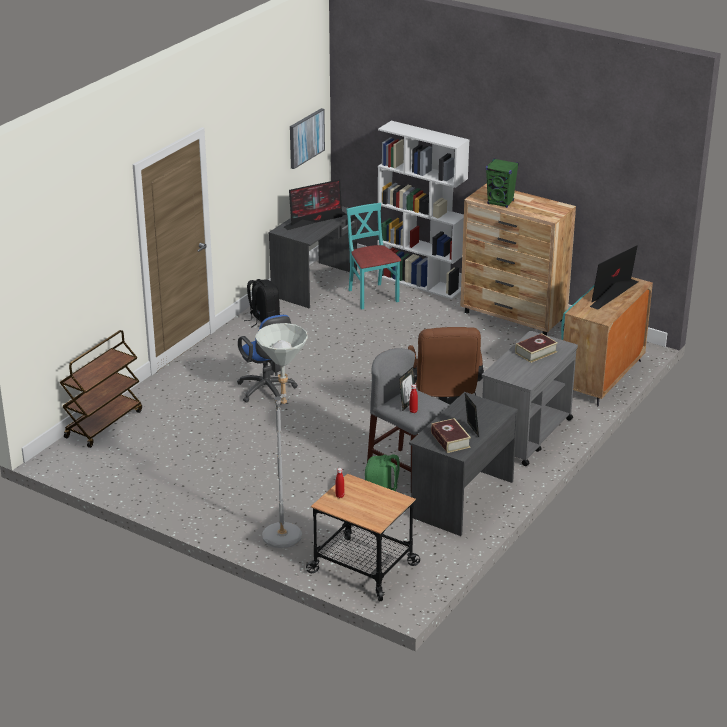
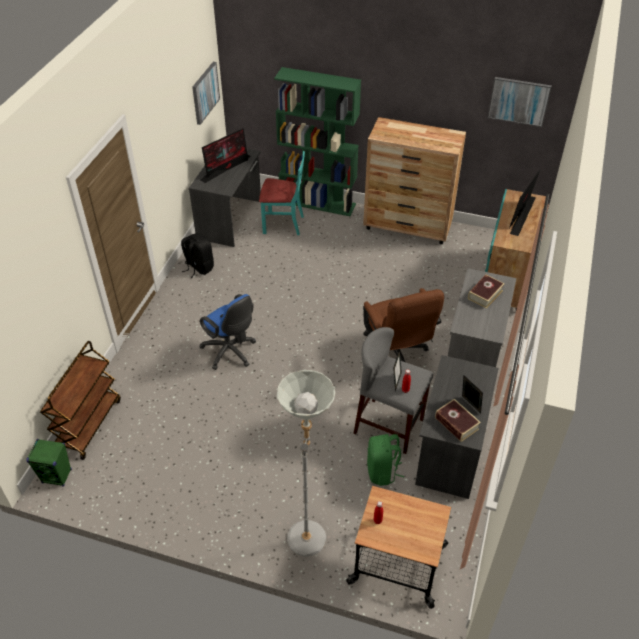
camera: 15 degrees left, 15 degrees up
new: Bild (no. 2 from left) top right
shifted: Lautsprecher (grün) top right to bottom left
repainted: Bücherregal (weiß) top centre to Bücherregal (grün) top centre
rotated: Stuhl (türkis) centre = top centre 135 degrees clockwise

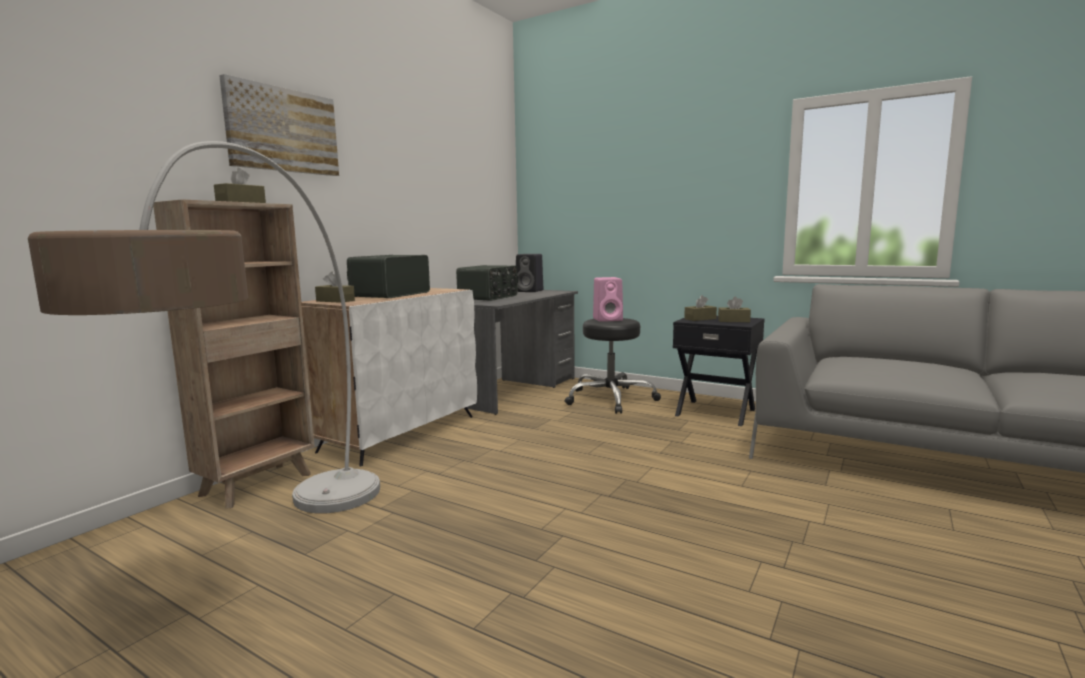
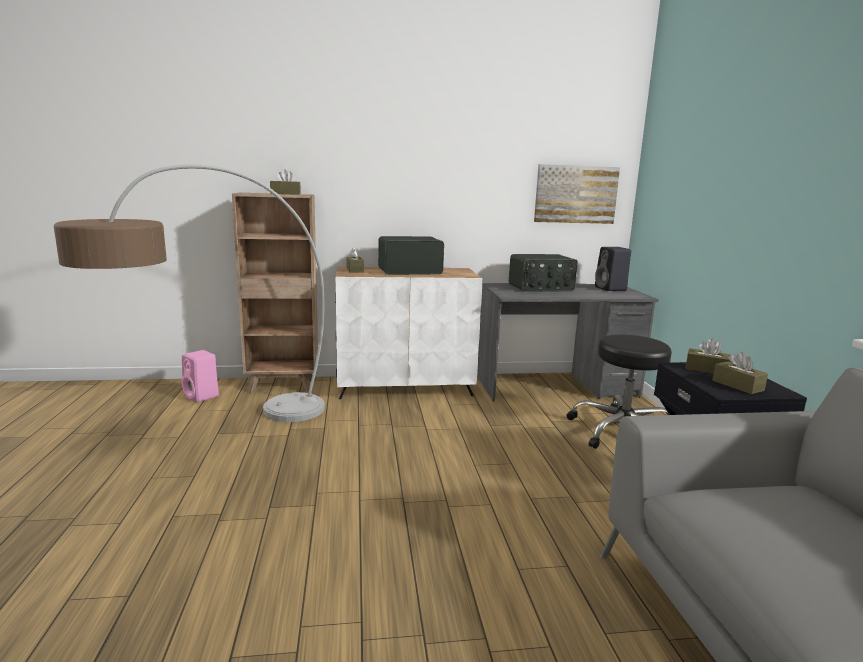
camera: 50 degrees right, 5 degrees up
shifted: Bild top left to top right; Lautsprecher (rosa) centre to middle left

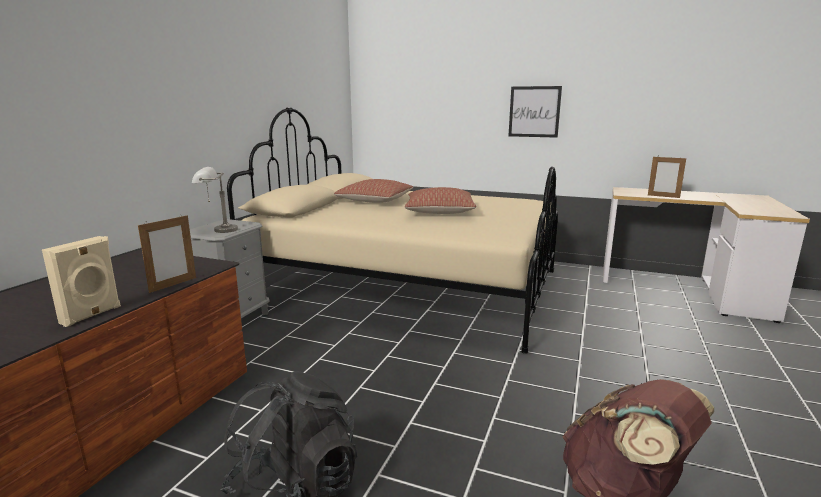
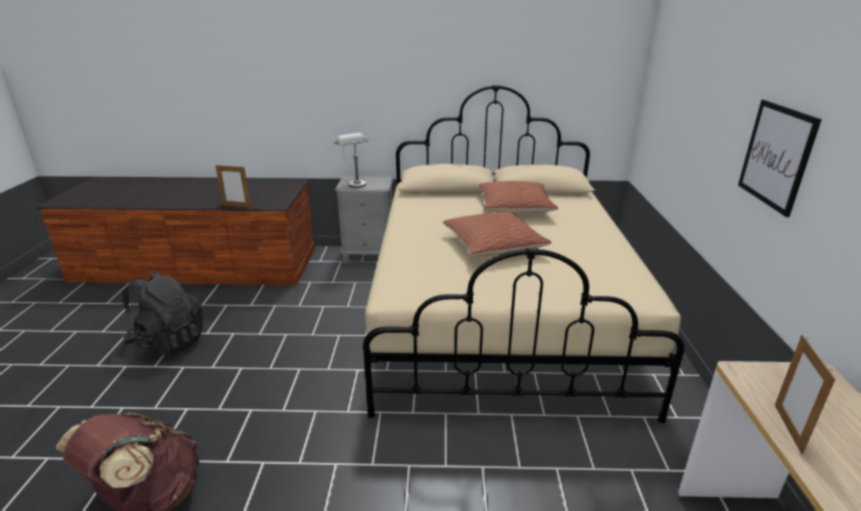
camera: 70 degrees right, 10 degrees up
gone: Lautsprecher (beige) middle left

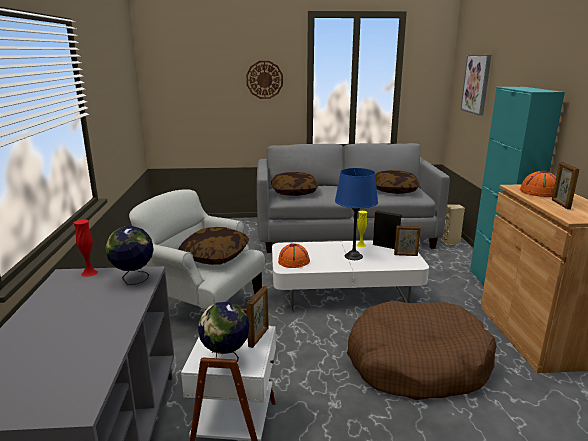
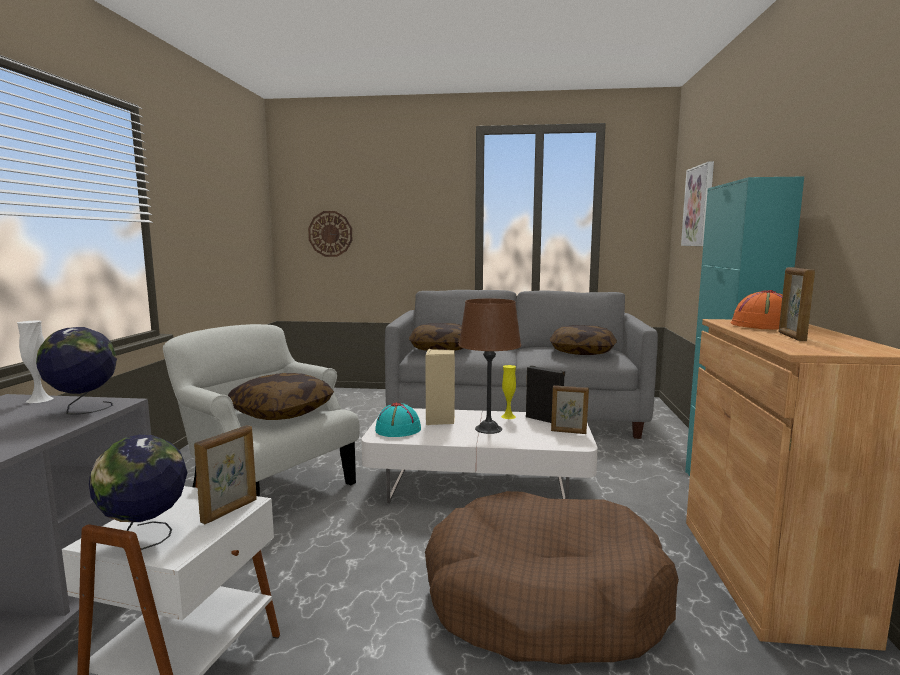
camera: 10 degrees right, 10 degrees down
shifted: Wanduhr top centre to centre; Lautsprecher (beige) middle right to centre
repainted: Tischlampe (blau) centre to Tischlampe (braun) centre; Vase (rot) middle left to Vase (weiß) middle left; Hut (orange) (no. 1 from left) centre to Hut (türkis) centre

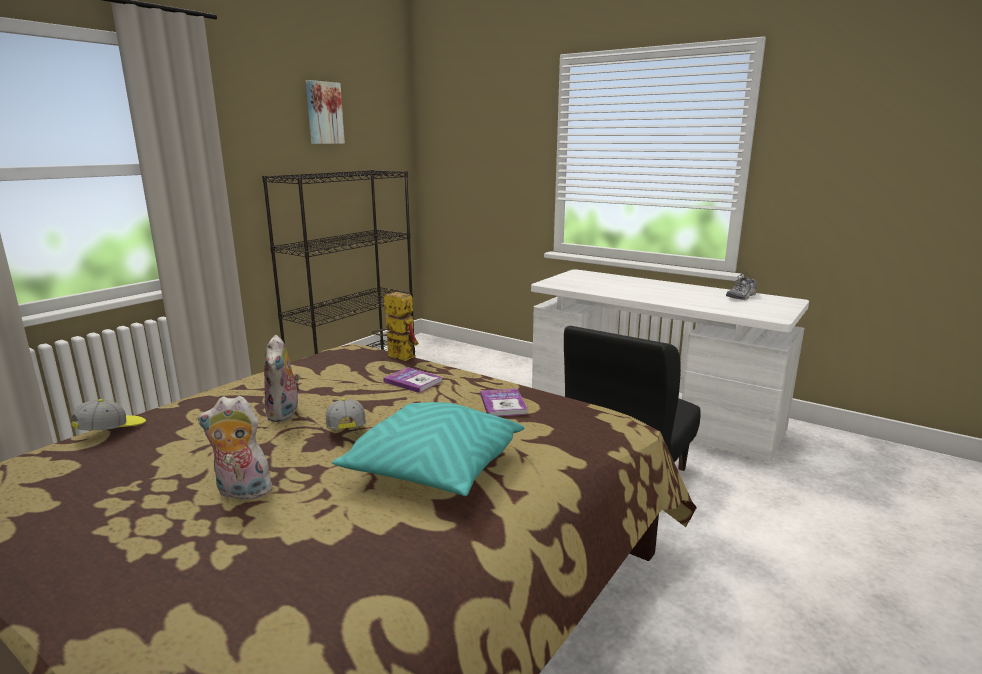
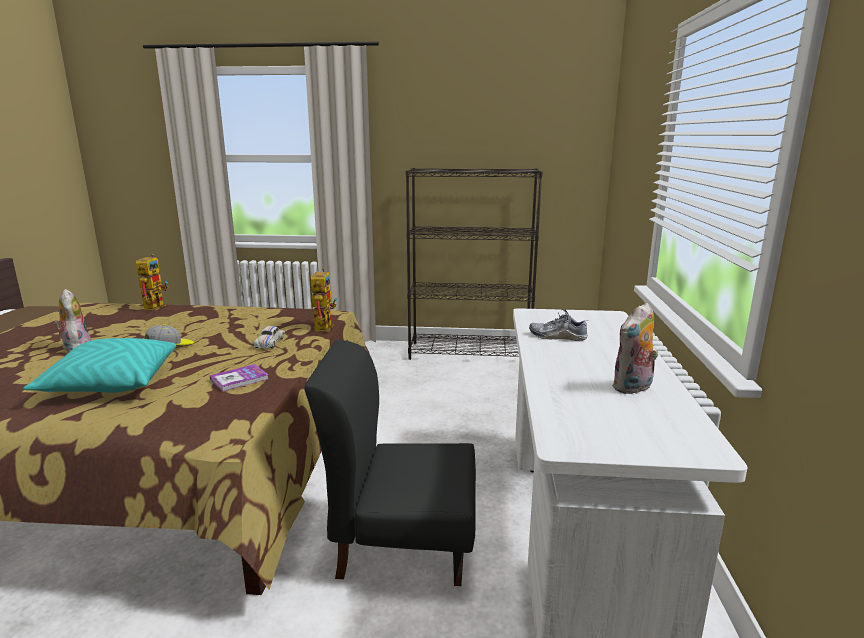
camera: 60 degrees right, 0 degrees up
gone: Bild top left
shifted: Schuh middle right to centre; Plüschtier (no. 2 from left) middle left to middle right
swapped: Buch (no. 1 from left) centre to Spielzeugauto (weiß) middle left; Kappe (no. 1 from left) middle left to Spielzeugroboter (no. 1 from left) middle left

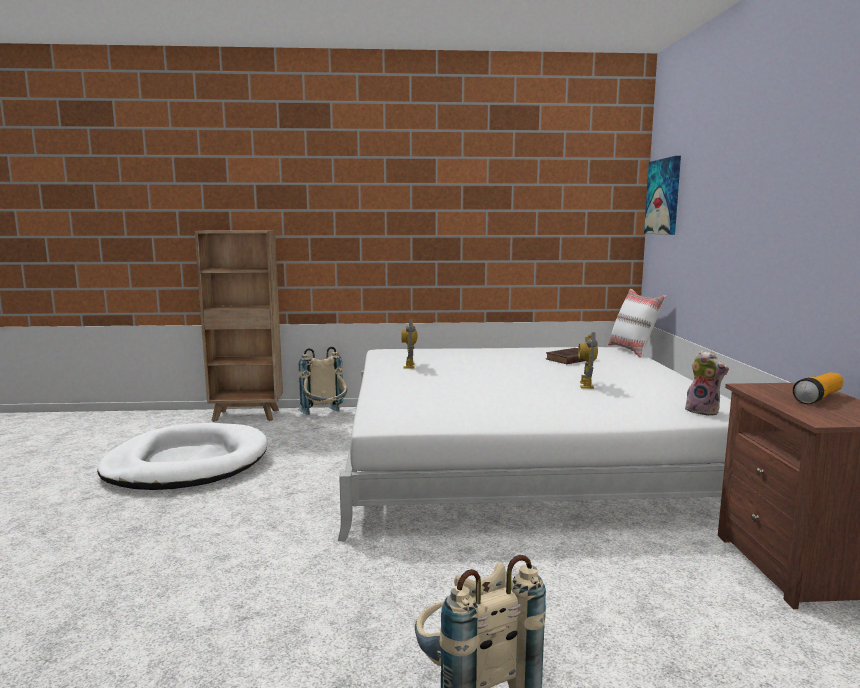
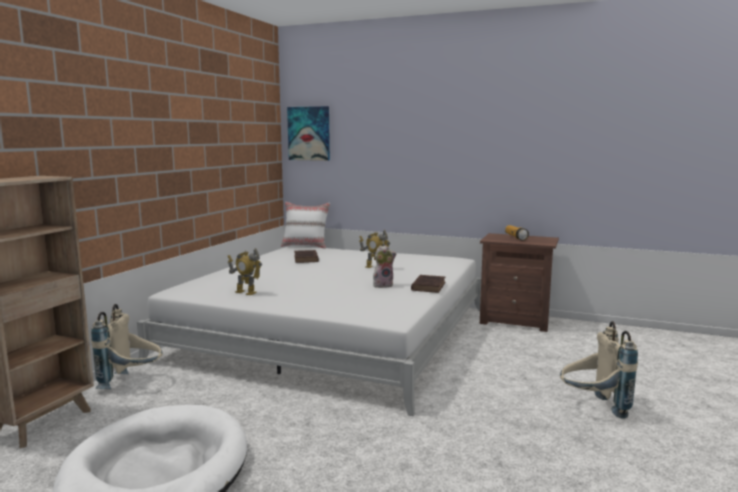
camera: 65 degrees left, 0 degrees up
new: Buch (braun) (no. 2 from left) centre
shifted: Plüschtier middle right to centre

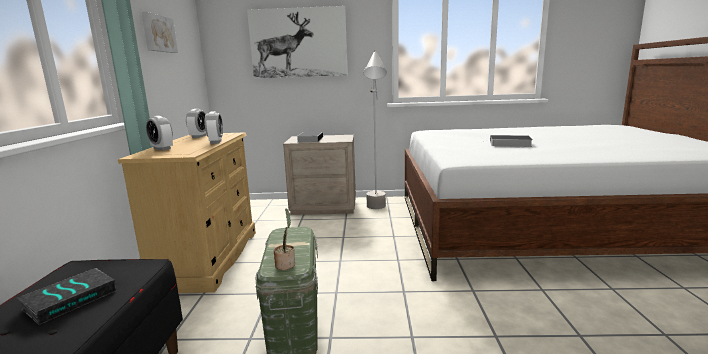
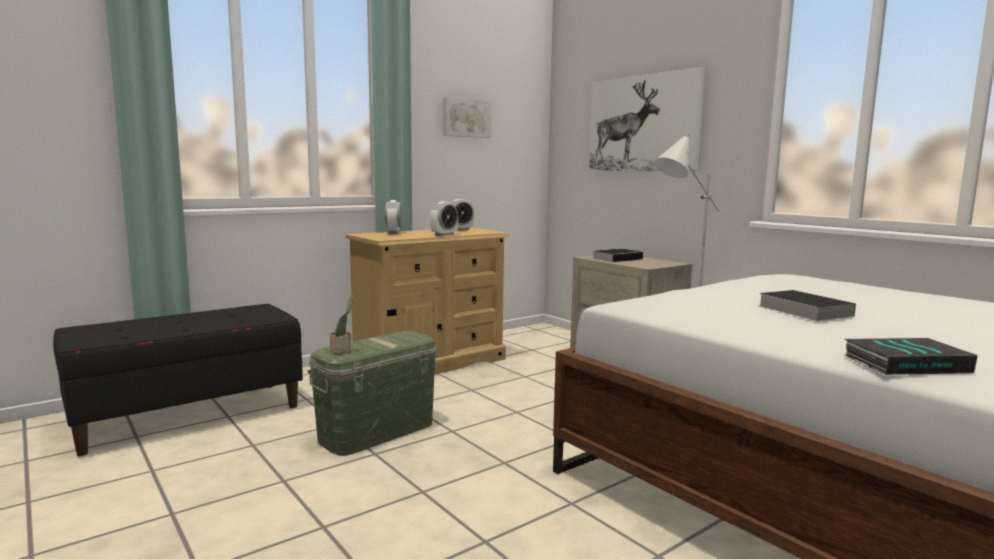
camera: 50 degrees right, 5 degrees down
shifted: Buch (no. 1 from left in the first image) bottom left to Buch (no. 3 from left) middle right

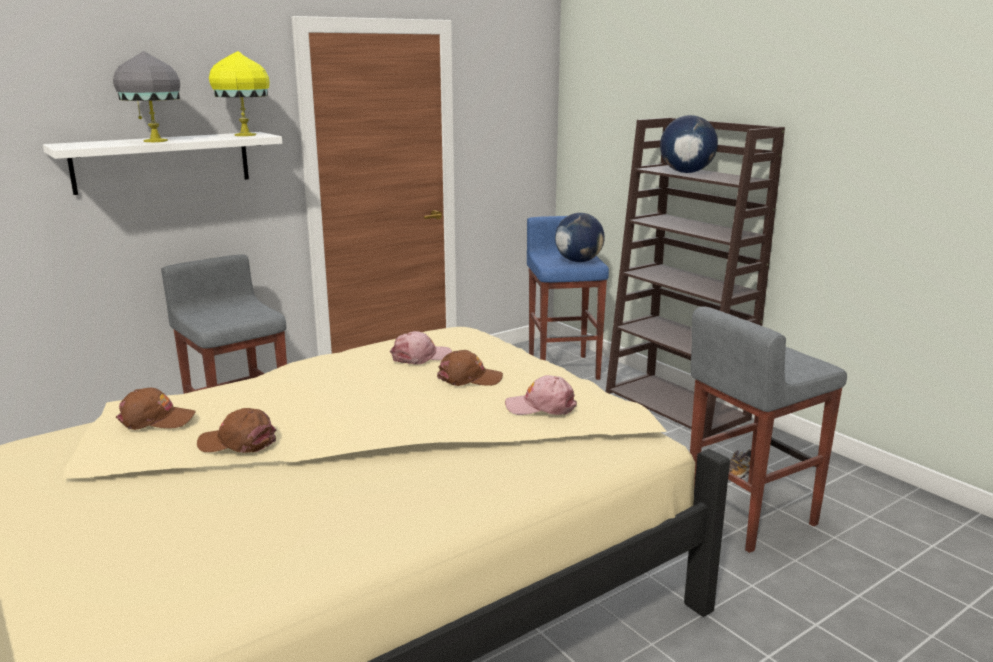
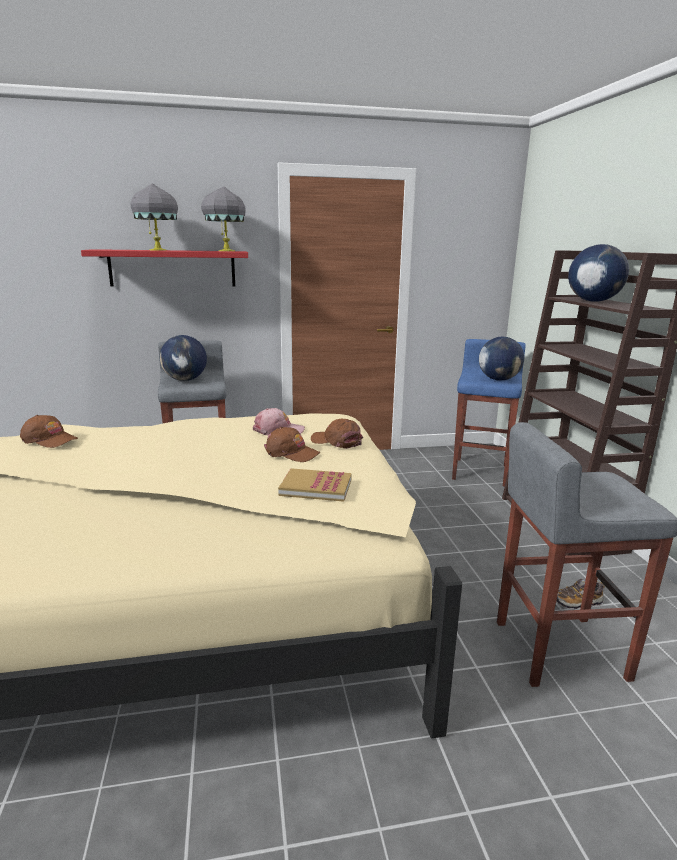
camera: 25 degrees right, 0 degrees up
new: Globus (no. 1 from left) middle left
shifted: Kappe (braun) (no. 2 from left in the first image) middle left to Kappe (braun) (no. 3 from left) centre
swapped: Kappe (rosa) (no. 2 from left) centre to Buch centre
repainted: Tischlampe (gelb) top left to Tischlampe (grau) (no. 2 from left) top left; Wandregal (weiß) top left to Wandregal (rot) top left

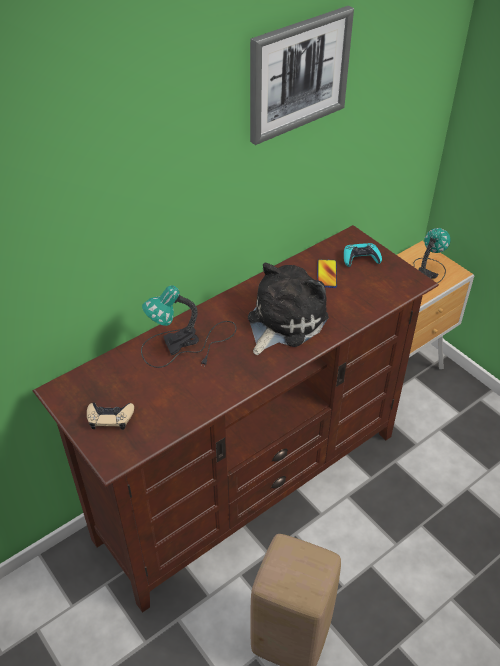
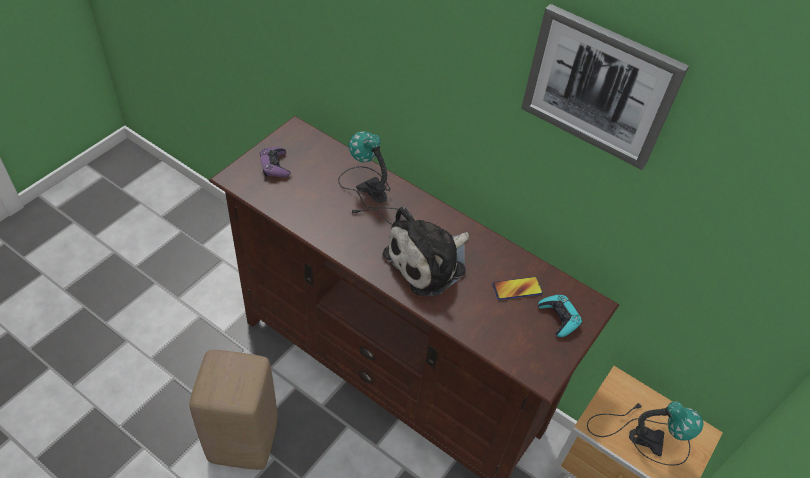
camera: 70 degrees right, 5 degrees up
repainted: Gamepad (beige) middle left to Gamepad (lila) centre
rotated: Plüschtier centre = centre 120 degrees clockwise

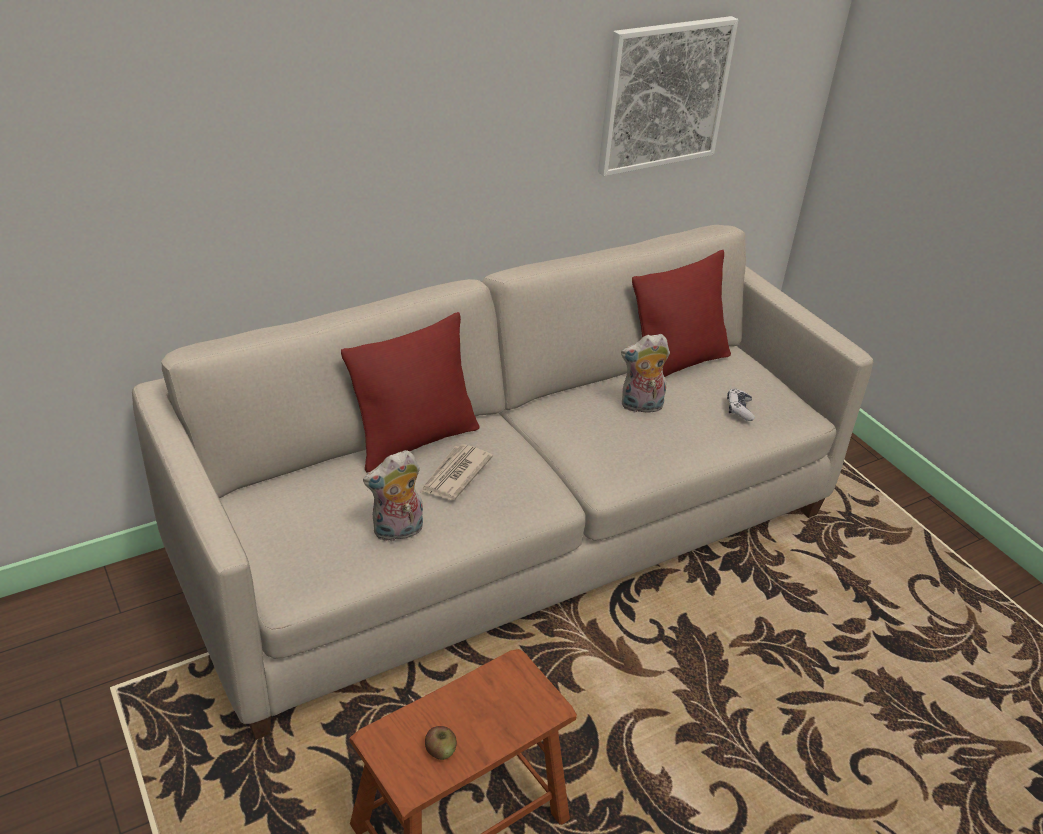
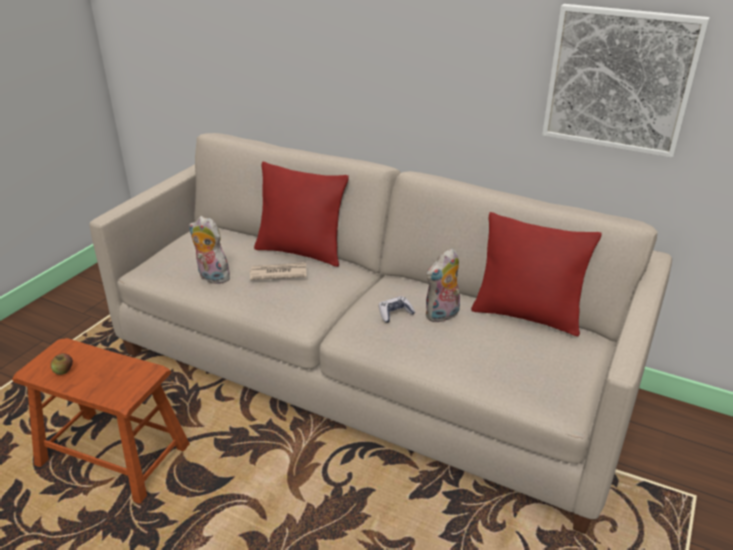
camera: 60 degrees right, 5 degrees down
shifted: Gamepad middle right to centre
rotated: Plüschtier (no. 2 from left) centre = centre 90 degrees counterclockwise

